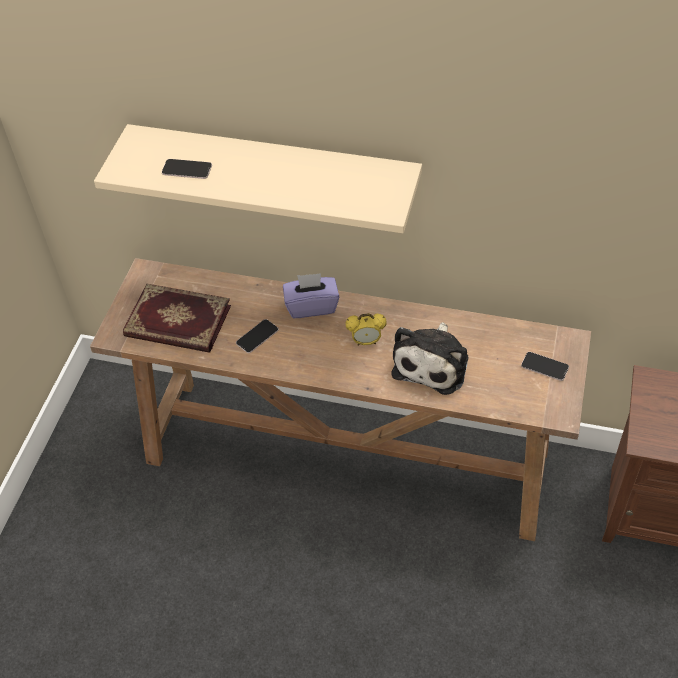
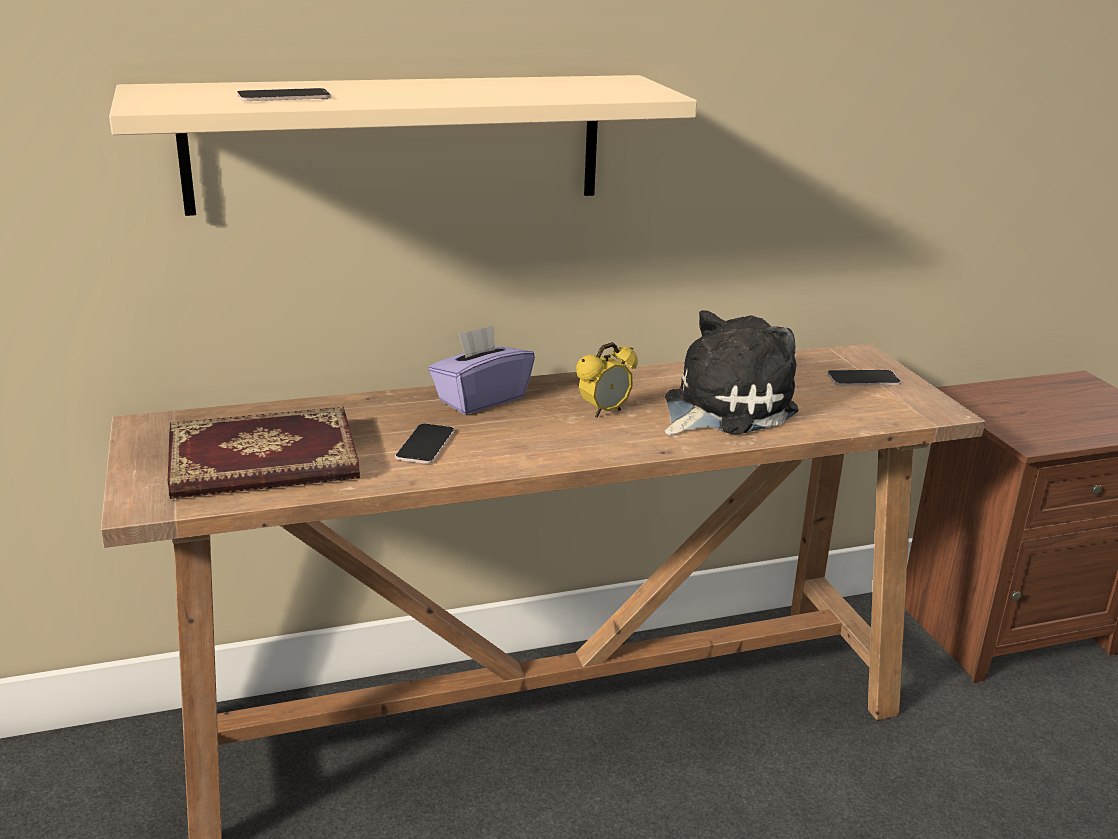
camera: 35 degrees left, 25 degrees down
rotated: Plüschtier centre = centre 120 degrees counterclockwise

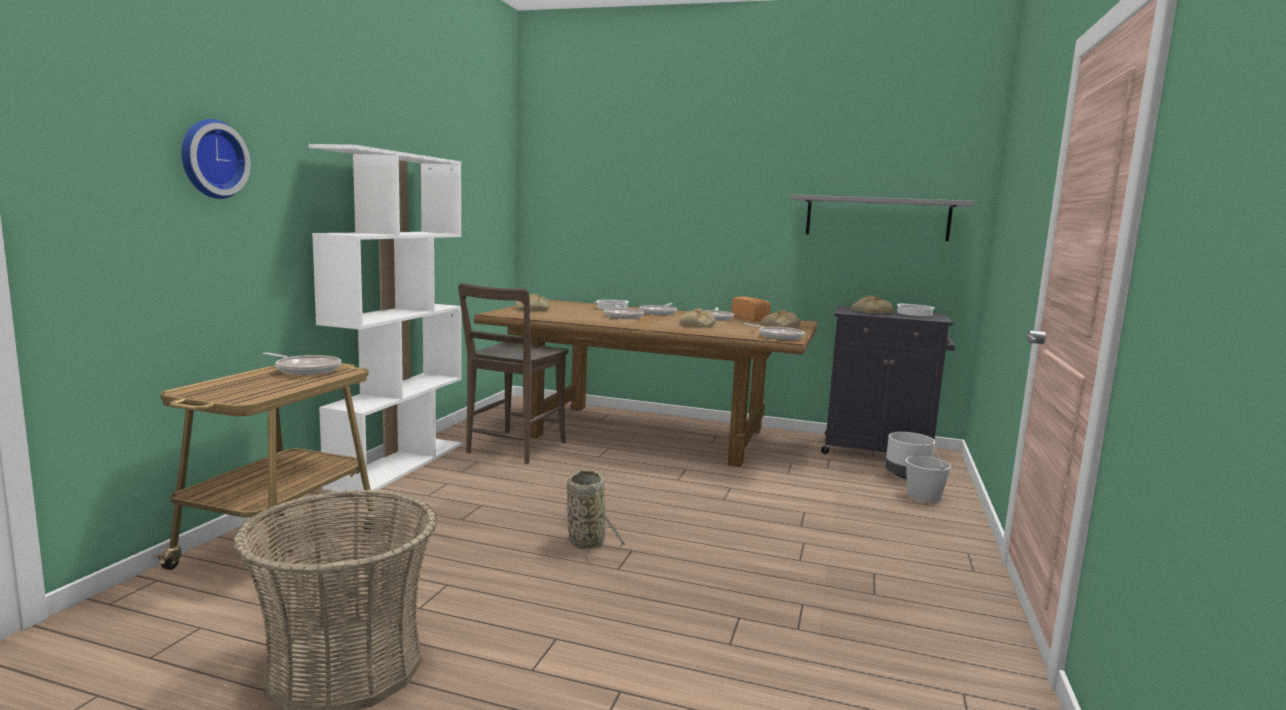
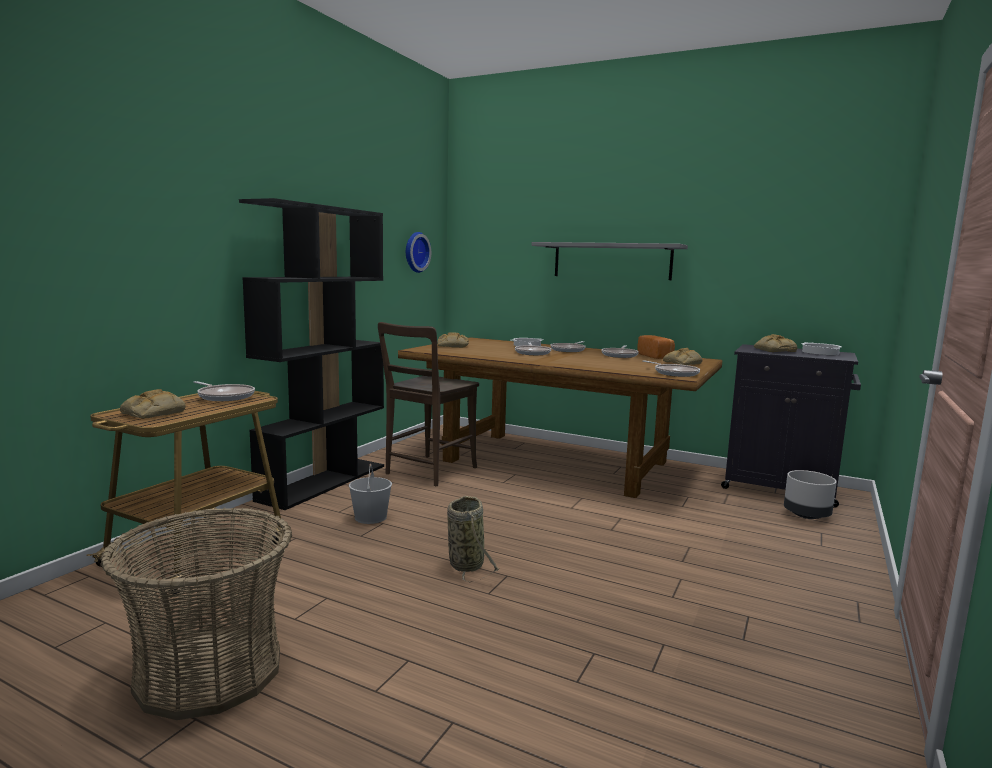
camera: 10 degrees right, 0 degrees up
shifted: Wanduhr top left to top centre; Wandregal (grau) top right to centre; Brot (no. 2 from left in the first image) centre to Brot (no. 1 from left) middle left; Eimer (weiß) middle right to centre
repainted: Bücherregal (weiß) middle left to Bücherregal (schwarz) middle left

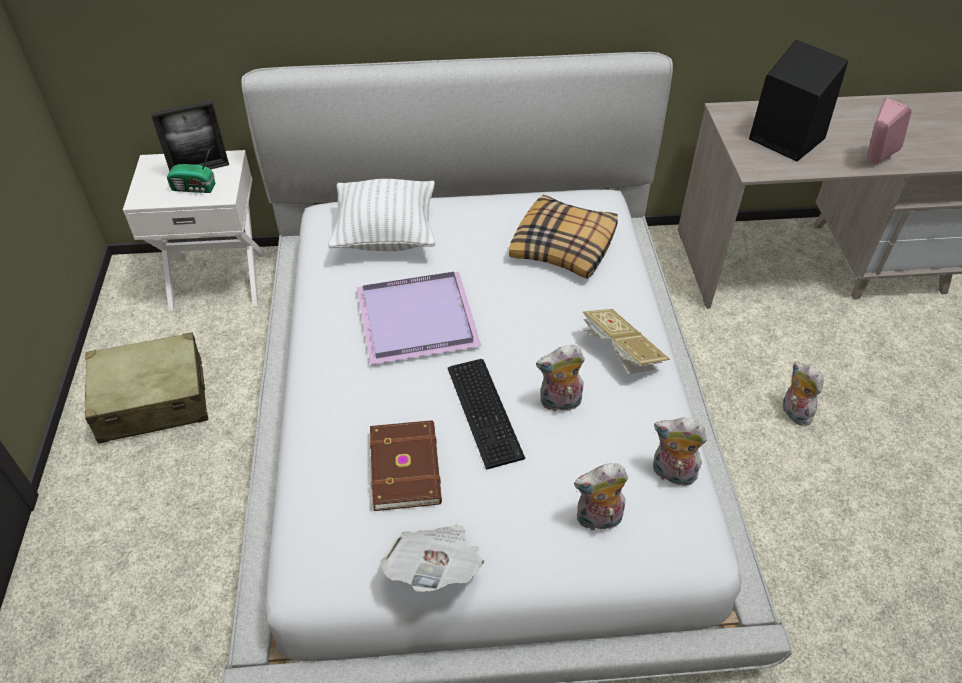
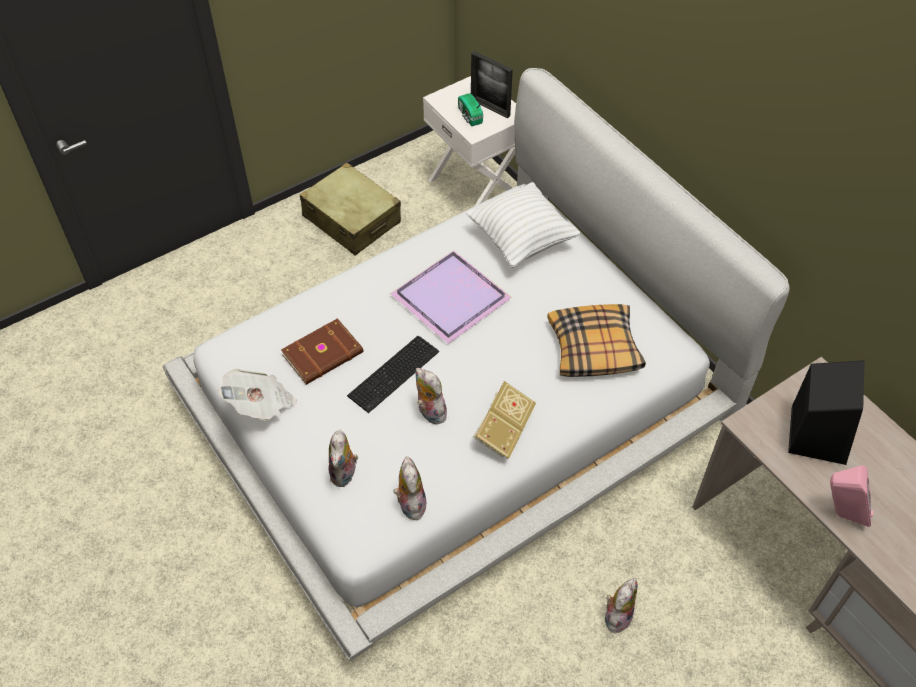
camera: 60 degrees right, 5 degrees up
rotated: Plüschtier (no. 2 from left in the first image) bottom centre = bottom centre 135 degrees counterclockwise

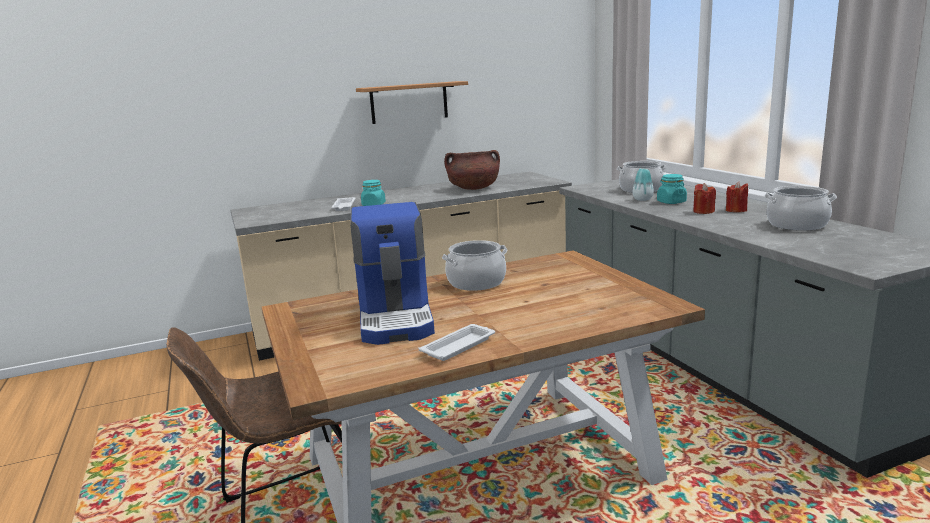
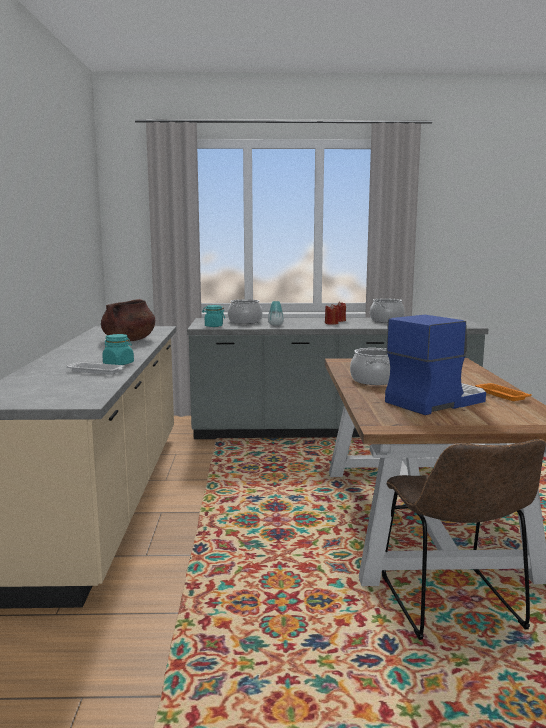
camera: 70 degrees left, 5 degrees down
gone: Wandregal top centre
shifted: Vorratsglas (türkis) (no. 2 from left) middle right to centre
repainted: Tablett (weiß) (no. 2 from left) centre to Tablett (orange) middle right
rotated: Kaffeemaschine centre = middle right 45 degrees counterclockwise

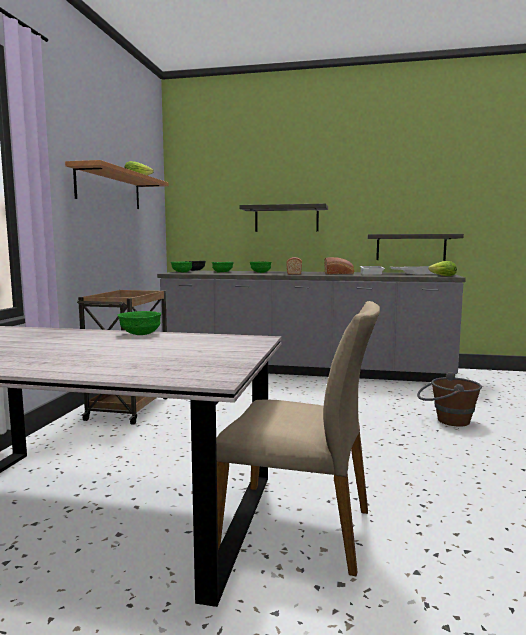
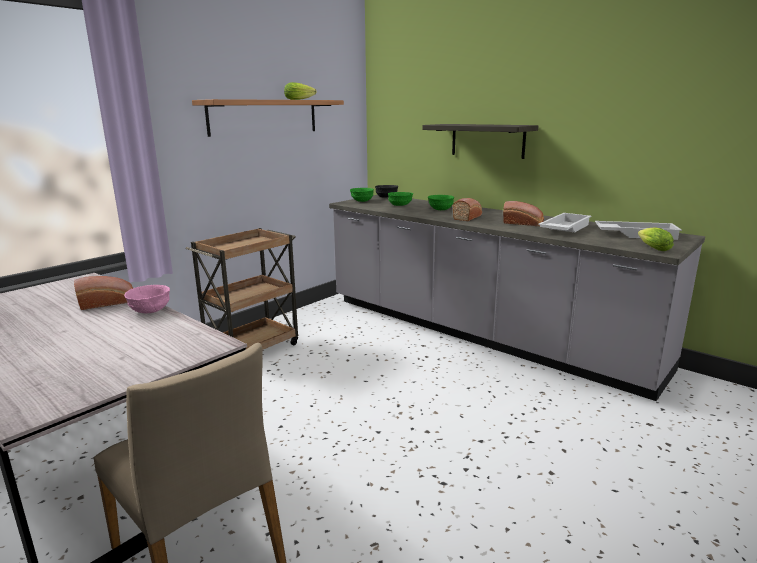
camera: 30 degrees right, 10 degrees up
gone: Wandregal (no. 3 from left) middle right; Eimer (braun) middle right
new: Brot (no. 1 from left) middle left
repainted: Schüssel (grün) (no. 1 from left) middle left to Schüssel (rosa) middle left

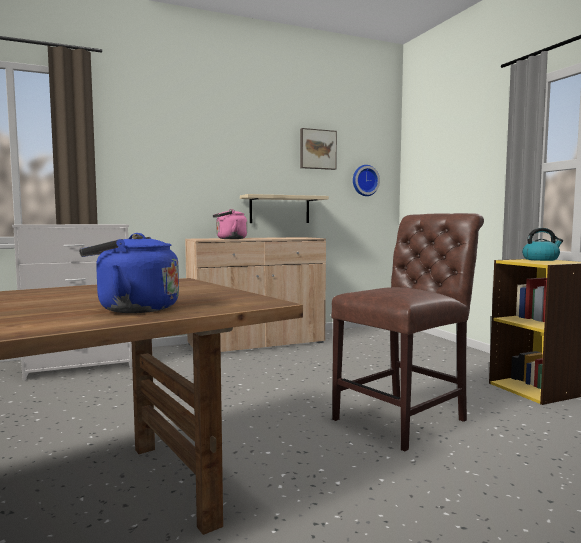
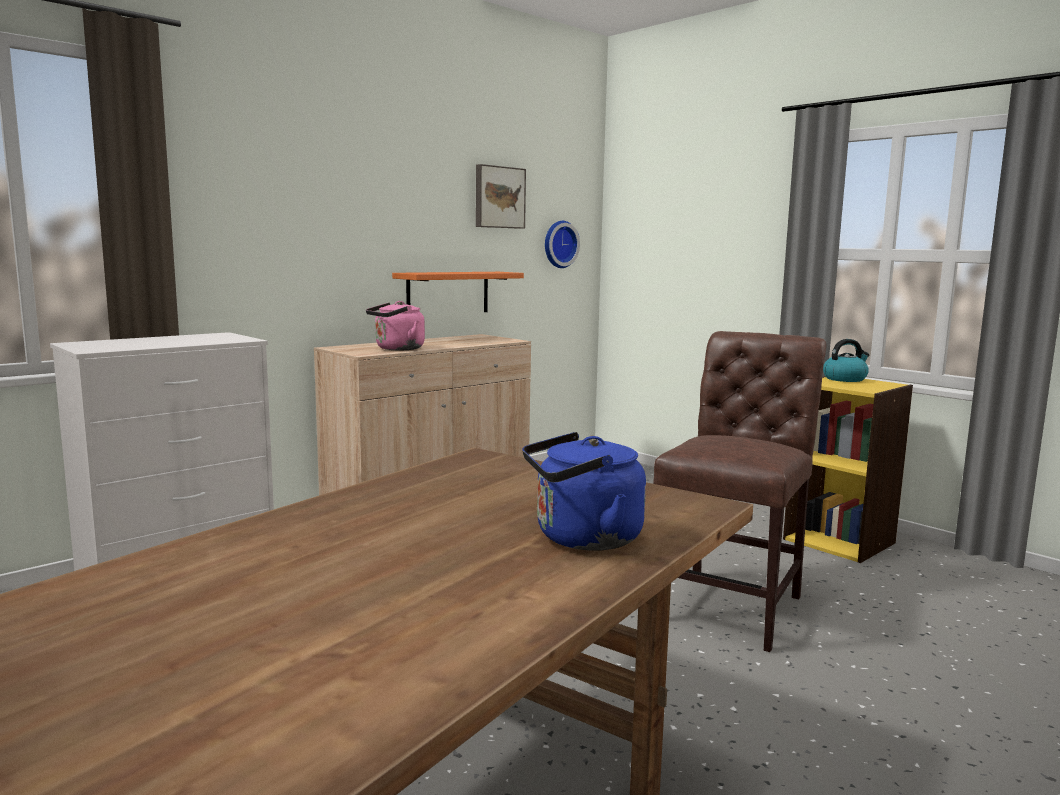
camera: 20 degrees left, 5 degrees up
repainted: Wandregal (beige) centre to Wandregal (orange) centre

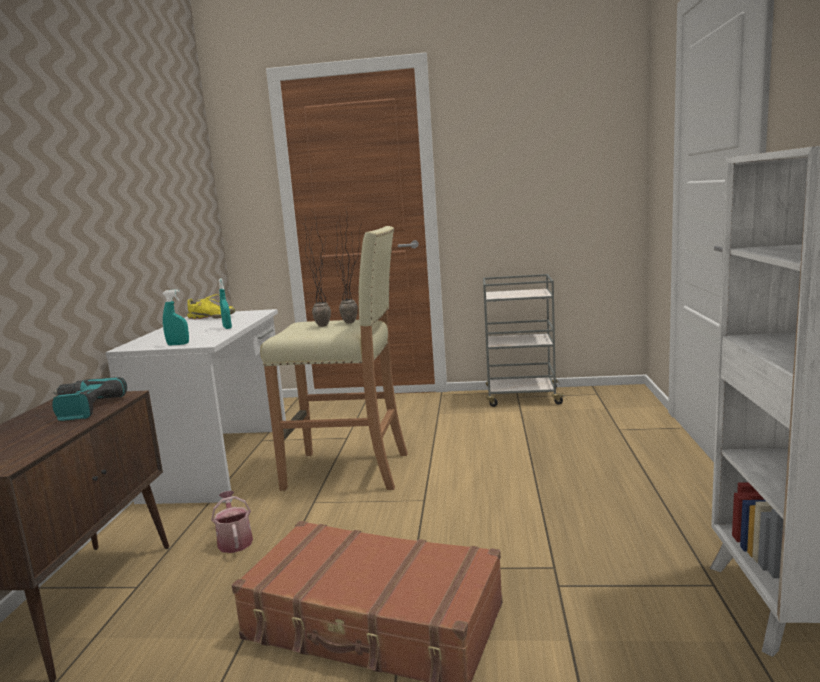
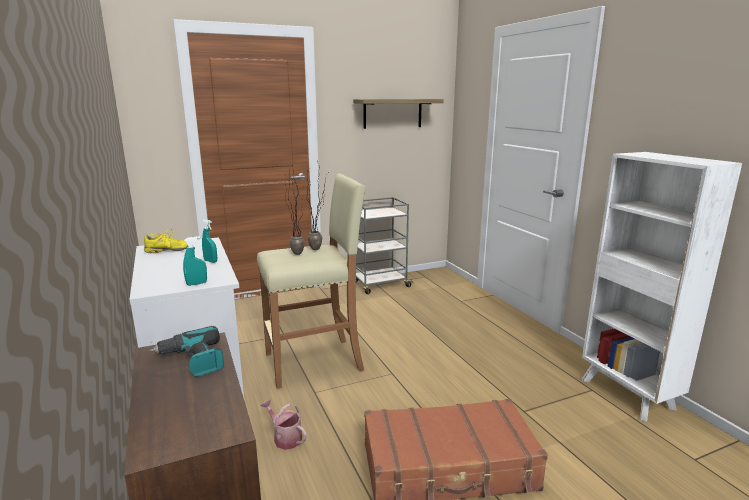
camera: 30 degrees left, 5 degrees up
new: Wandregal top centre

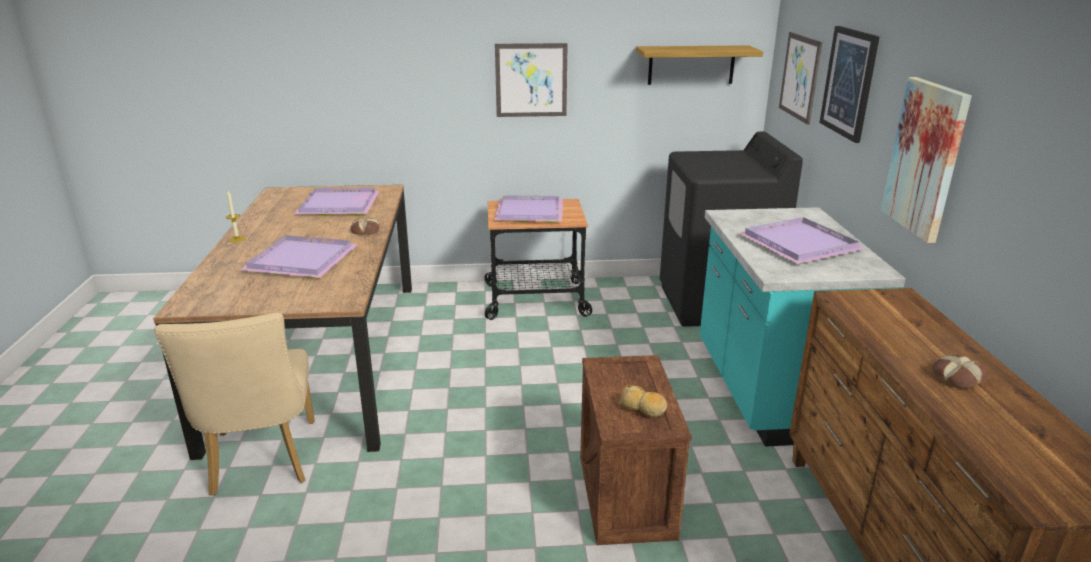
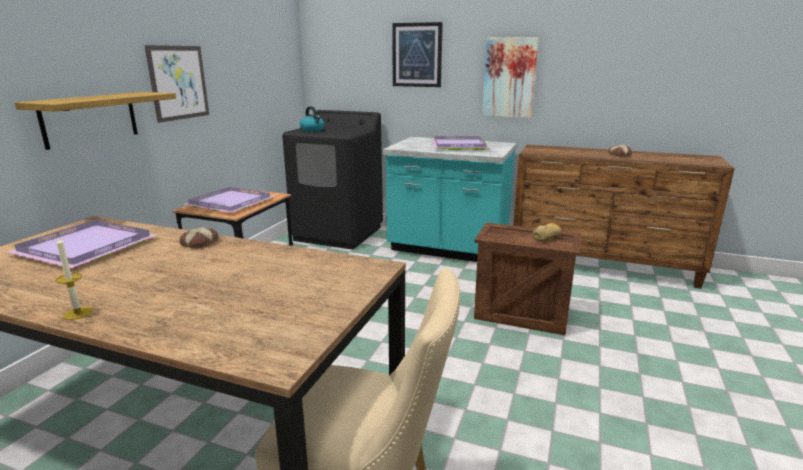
camera: 65 degrees left, 5 degrees down
gone: Bild (no. 2 from left) top right; Tablett (lila) (no. 1 from left) middle left
new: Wasserkessel top centre
shifted: Wandregal top centre to top left

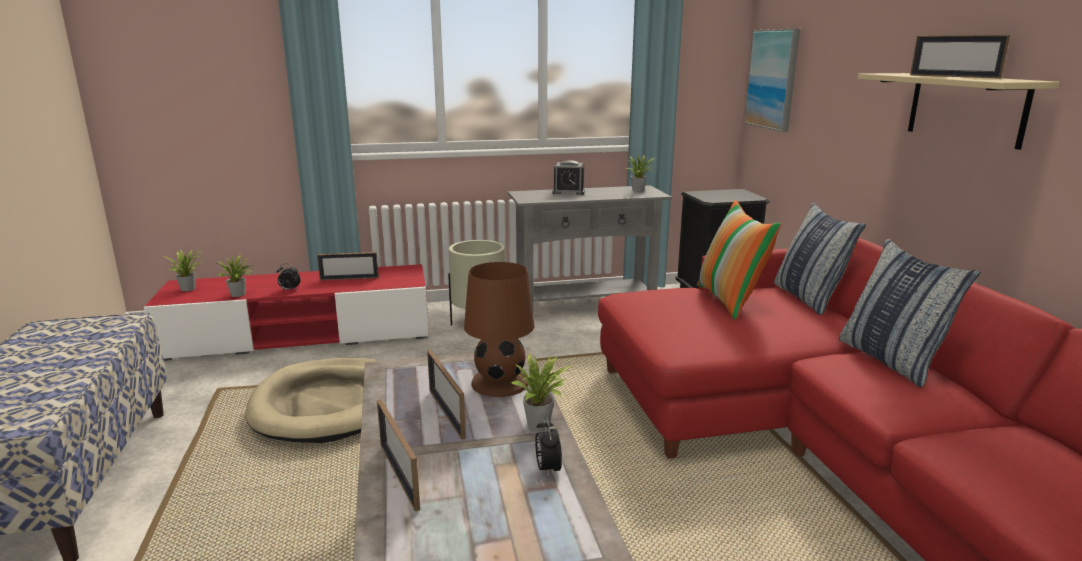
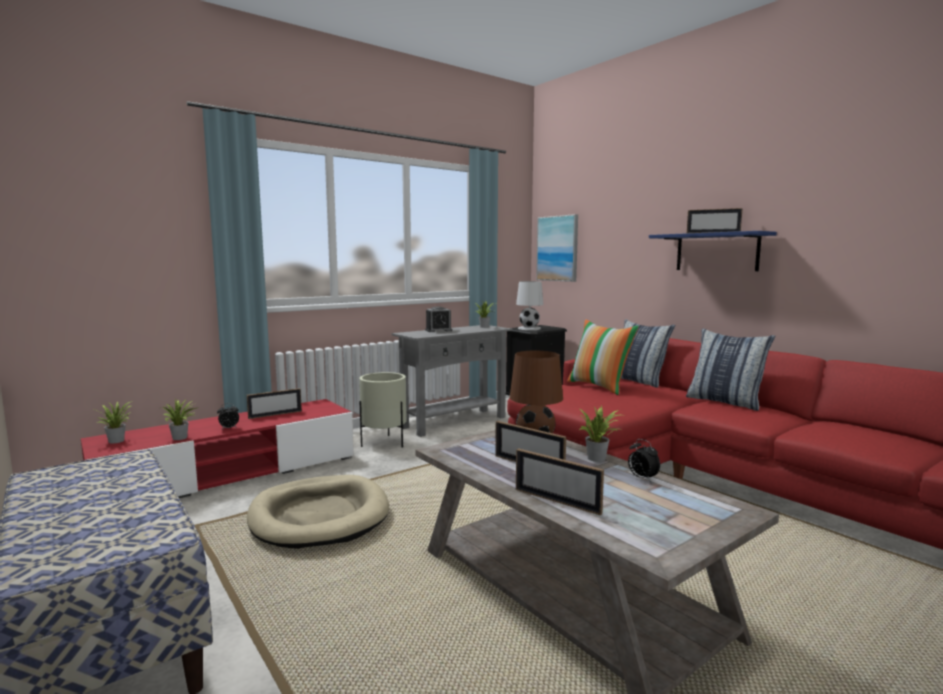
camera: 25 degrees left, 10 degrees down
new: Tischlampe (weiß) centre
repainted: Wandregal (beige) top right to Wandregal (blau) middle right

